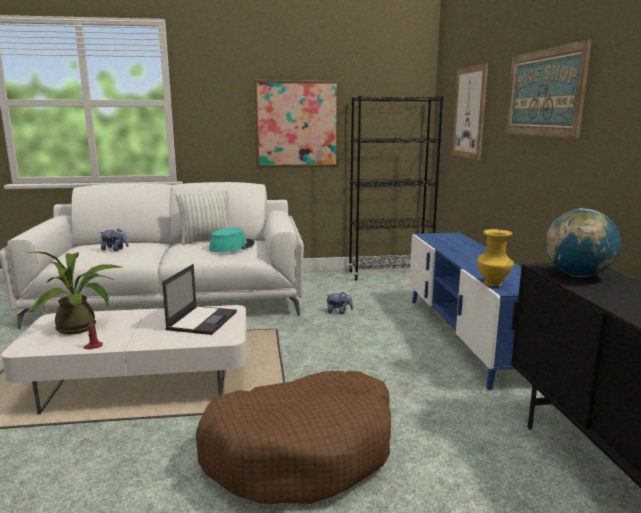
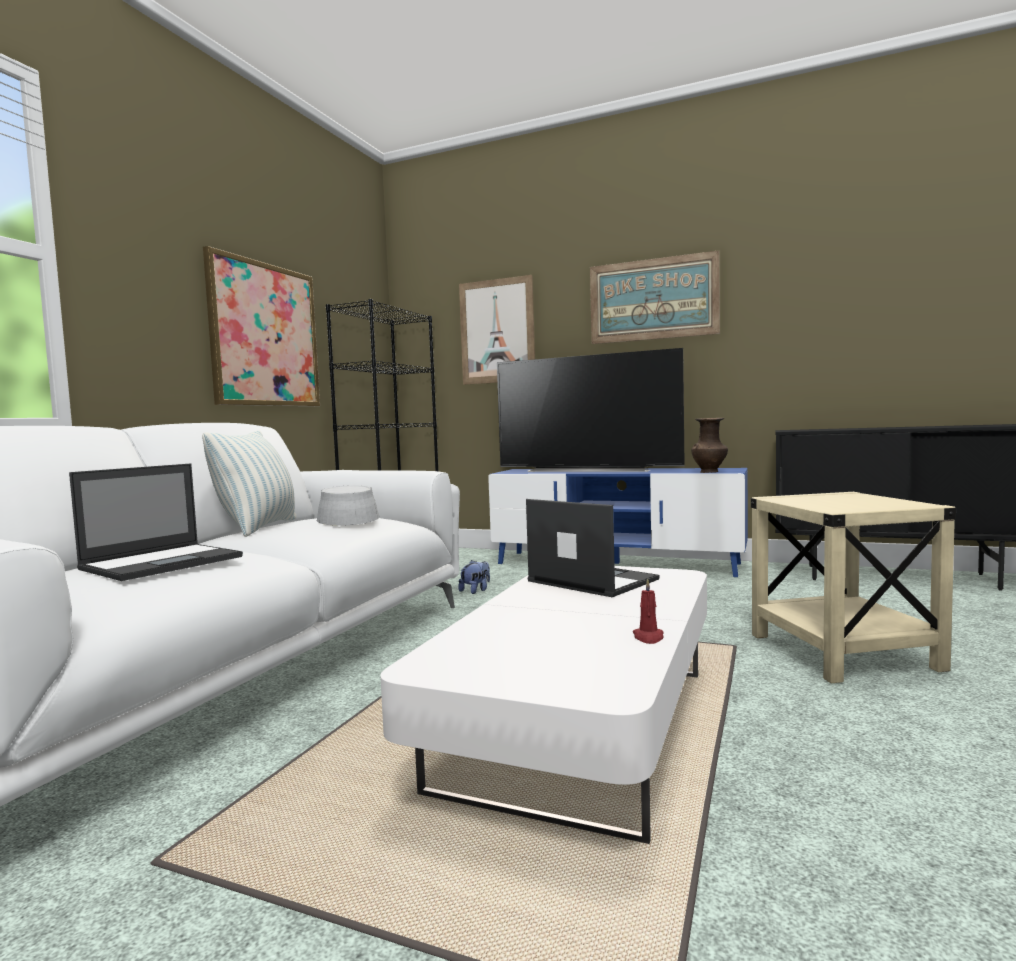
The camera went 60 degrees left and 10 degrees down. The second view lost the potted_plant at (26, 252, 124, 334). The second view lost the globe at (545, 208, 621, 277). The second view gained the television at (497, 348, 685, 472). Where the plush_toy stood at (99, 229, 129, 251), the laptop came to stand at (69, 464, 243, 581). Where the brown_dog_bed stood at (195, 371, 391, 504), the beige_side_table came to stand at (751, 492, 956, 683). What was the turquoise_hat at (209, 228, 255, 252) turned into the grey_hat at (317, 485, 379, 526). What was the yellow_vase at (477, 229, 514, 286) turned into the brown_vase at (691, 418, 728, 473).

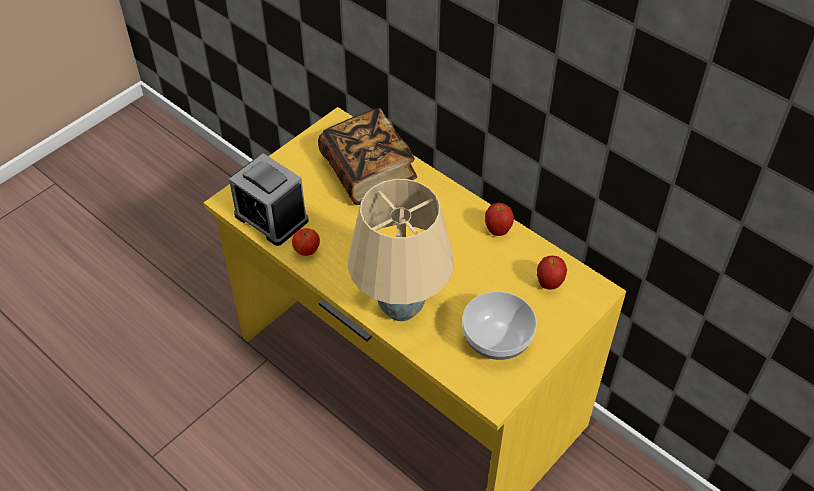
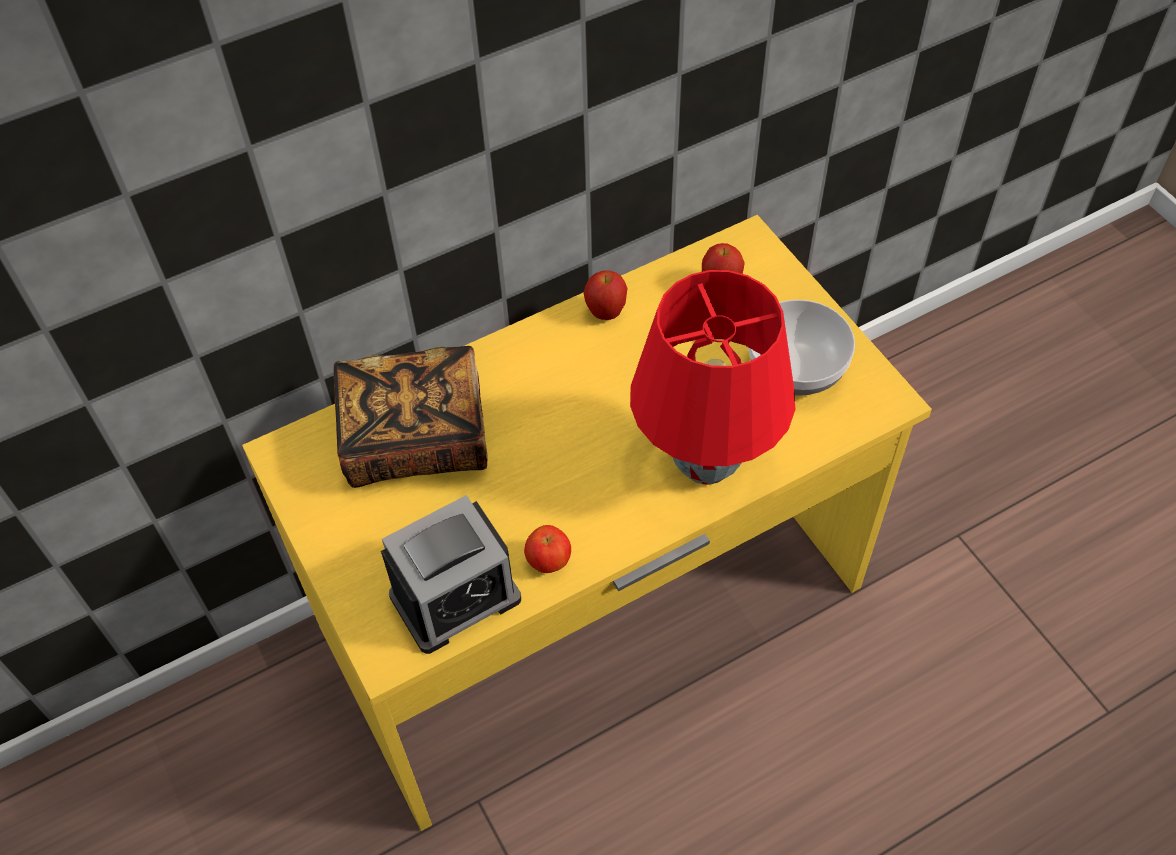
The camera went 70 degrees left and 5 degrees up. What was the beige_table_lamp at (347, 179, 454, 321) turned into the red_table_lamp at (630, 270, 795, 484).

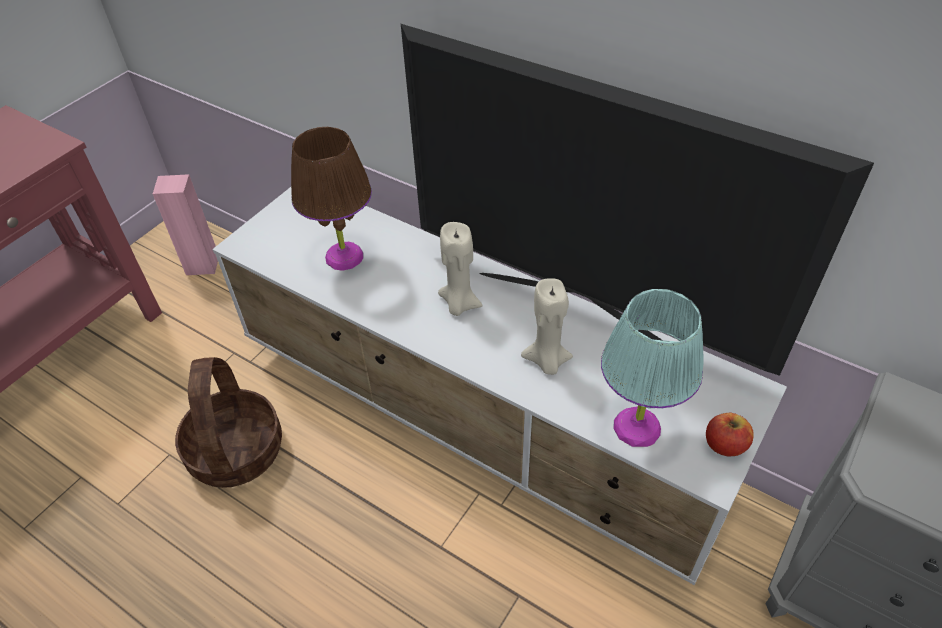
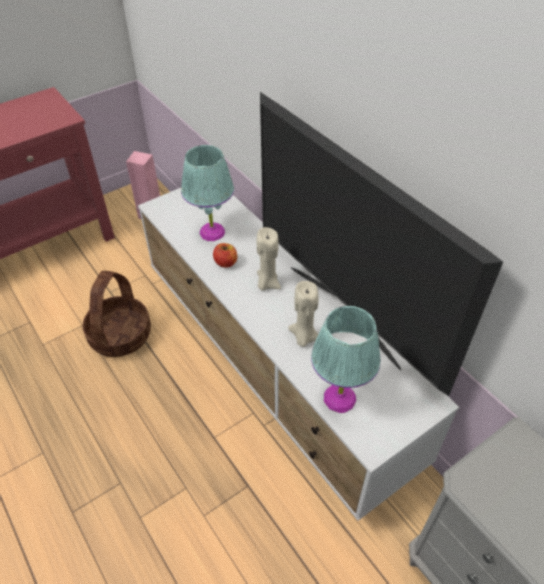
The camera went 20 degrees right and 0 degrees up. The apple ended up elsewhere, having gone from (706, 413, 754, 456) to (213, 243, 237, 268). What was the brown_table_lamp at (291, 127, 372, 271) turned into the turquoise_table_lamp at (181, 145, 234, 241).

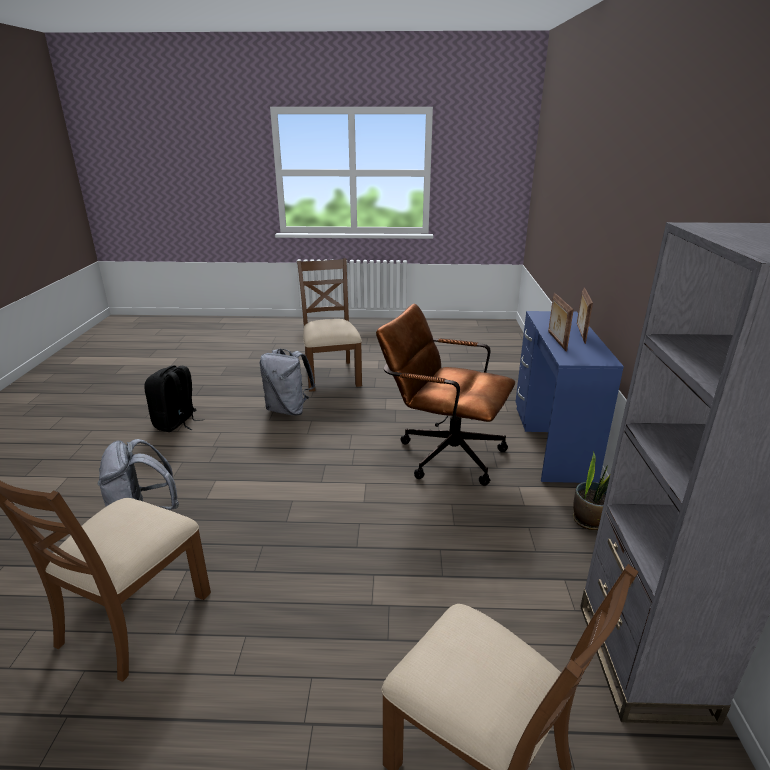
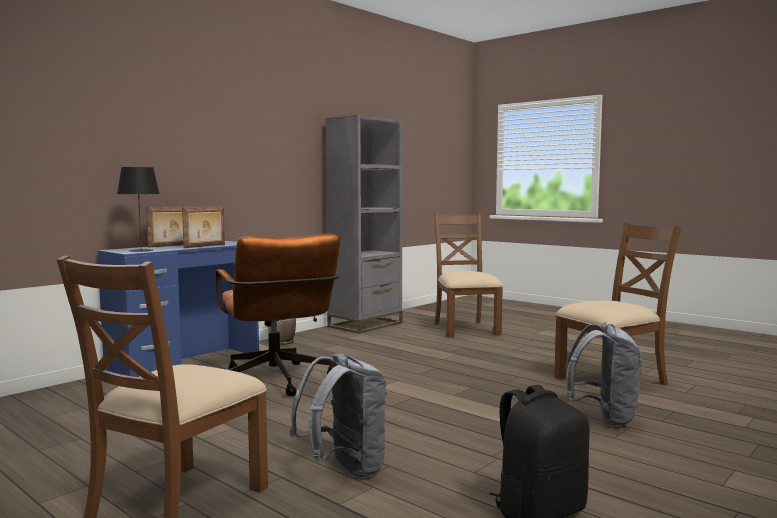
The camera went 140 degrees left and 20 degrees down. The second view gained the black_table_lamp at (117, 167, 160, 252).

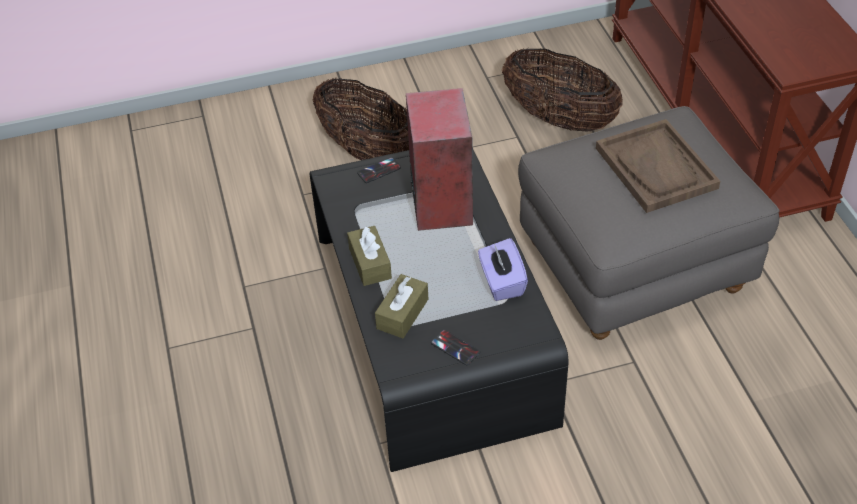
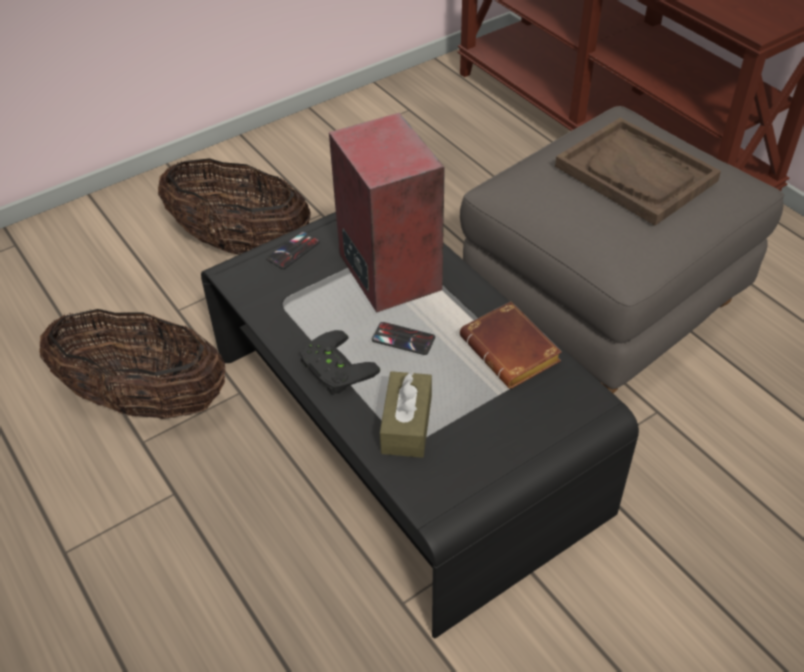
The camera went 20 degrees left and 0 degrees up. The phone ended up elsewhere, having gone from (431, 330, 480, 365) to (372, 322, 435, 355). The basket ended up elsewhere, having gone from (502, 48, 623, 132) to (39, 309, 226, 419). Where the brown_tissue_box stood at (347, 226, 392, 286), the black_game_controller came to stand at (300, 330, 380, 395). Where the purple_tissue_box stood at (478, 238, 528, 301), the brown_book came to stand at (460, 301, 562, 389).

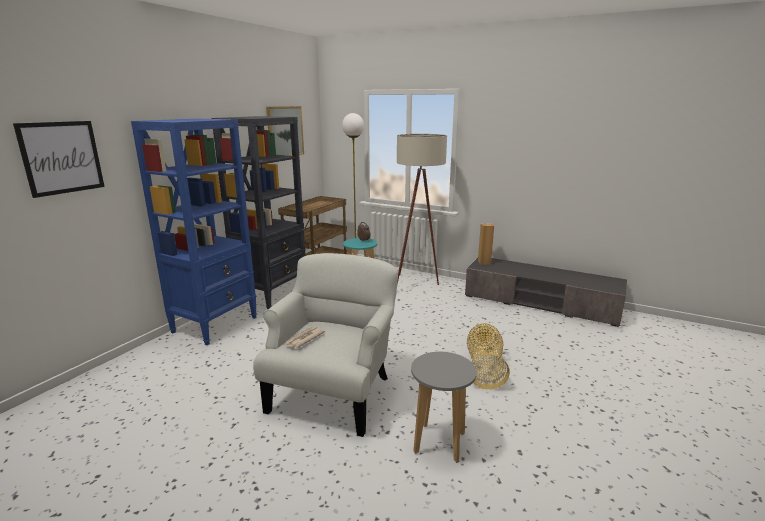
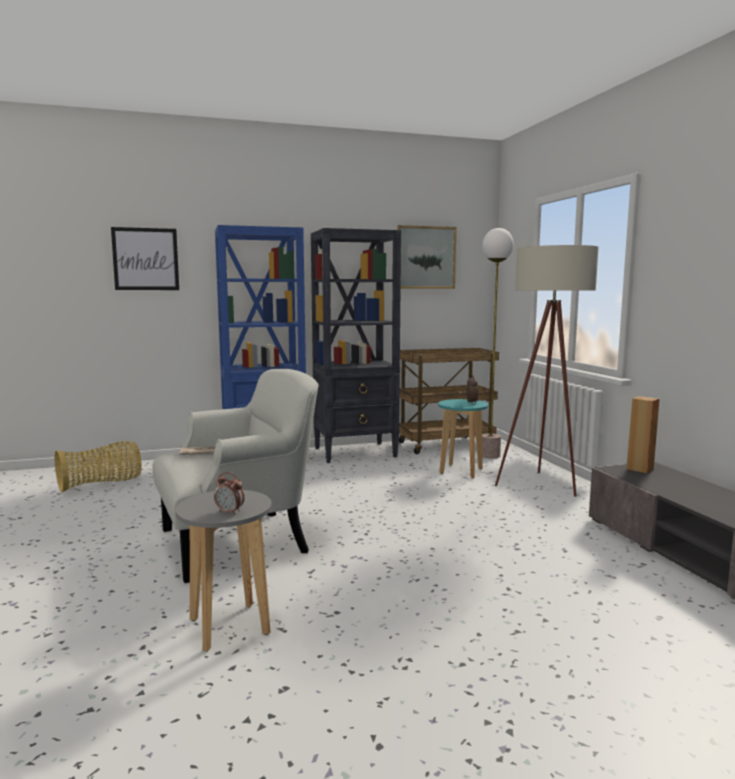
The camera went 45 degrees right and 10 degrees down. The second view gained the alarm_clock at (214, 472, 245, 515). The basket ended up elsewhere, having gone from (467, 323, 510, 389) to (55, 441, 142, 492).

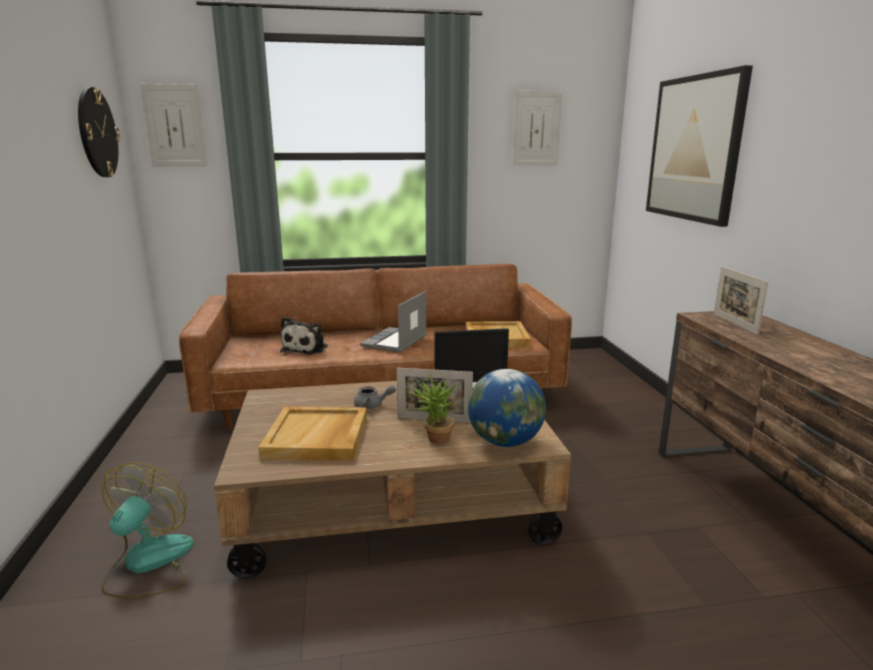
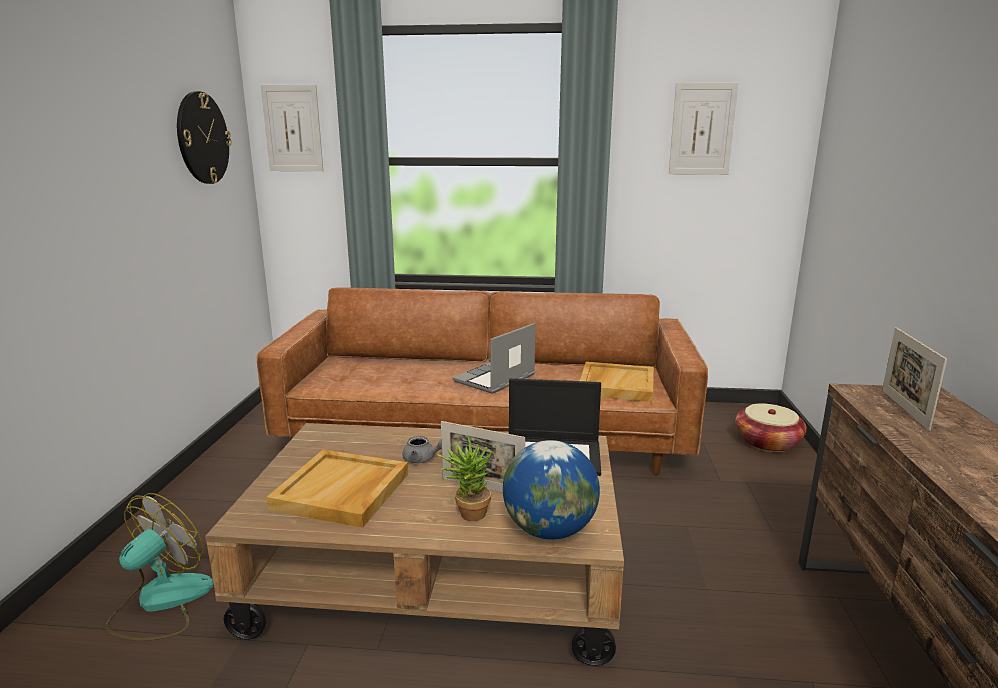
The camera went 15 degrees right and 0 degrees up. The second view lost the plush_toy at (280, 317, 328, 355). The second view lost the picture at (646, 65, 753, 227). The second view gained the basket at (735, 403, 807, 452).

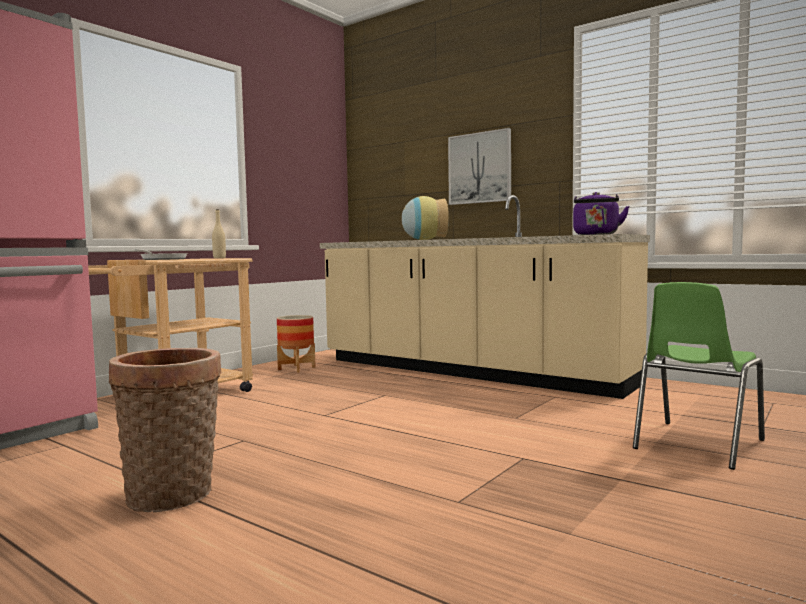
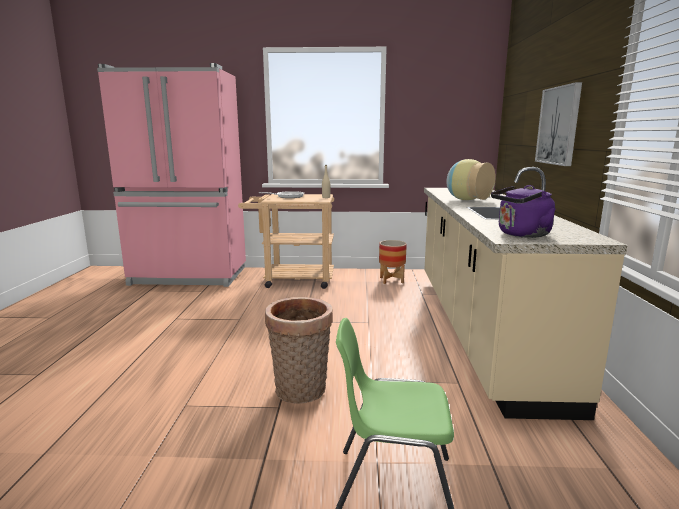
The camera went 55 degrees right and 10 degrees up. The basket ended up elsewhere, having gone from (109, 348, 221, 512) to (265, 297, 333, 404).

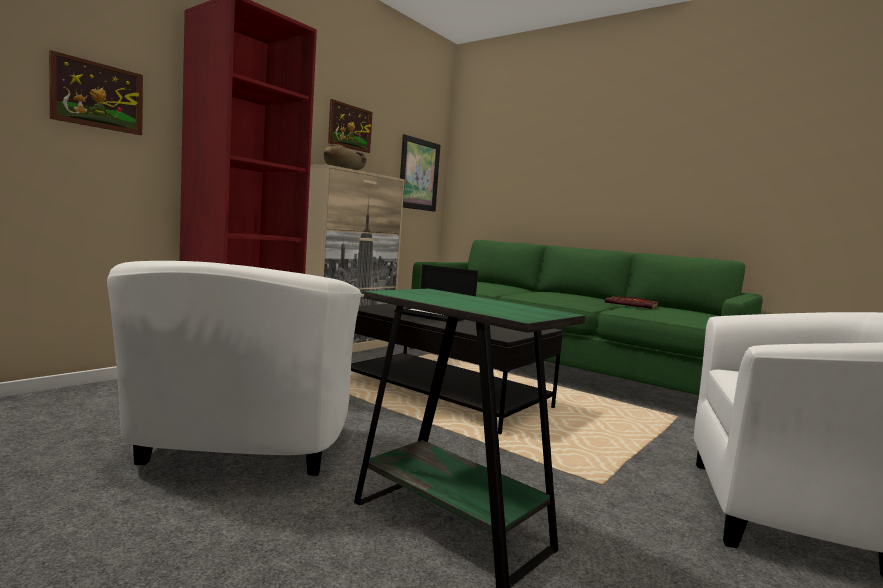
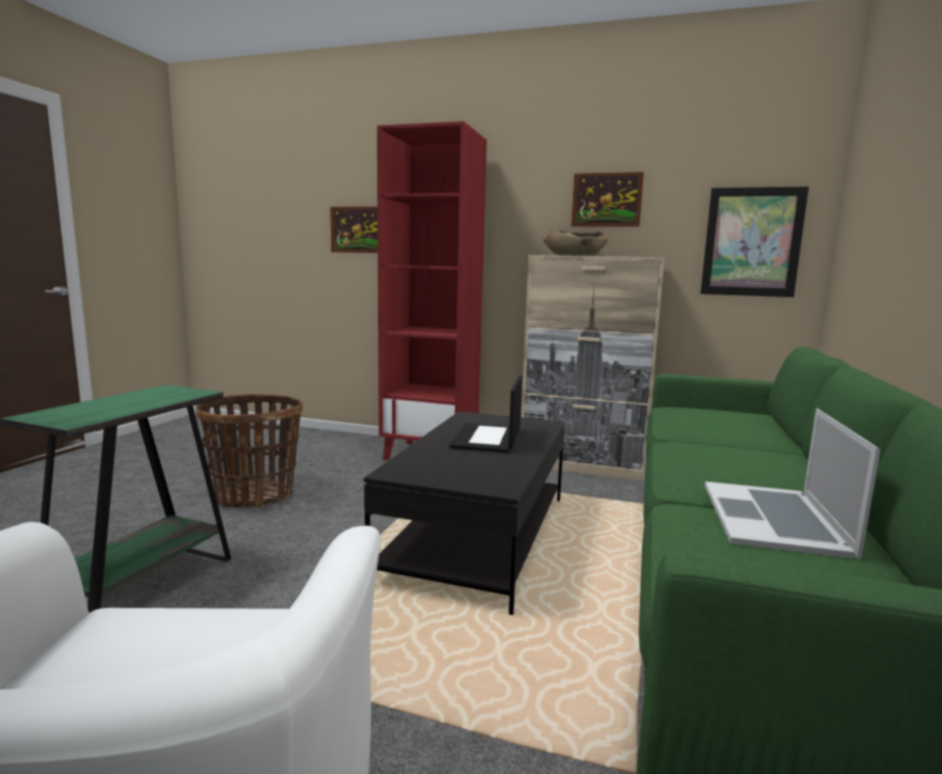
The camera went 70 degrees right and 5 degrees up. Where the white_armchair stood at (107, 261, 361, 476), the basket came to stand at (196, 394, 303, 509). Where the book stood at (605, 296, 659, 309), the laptop came to stand at (705, 408, 880, 559).

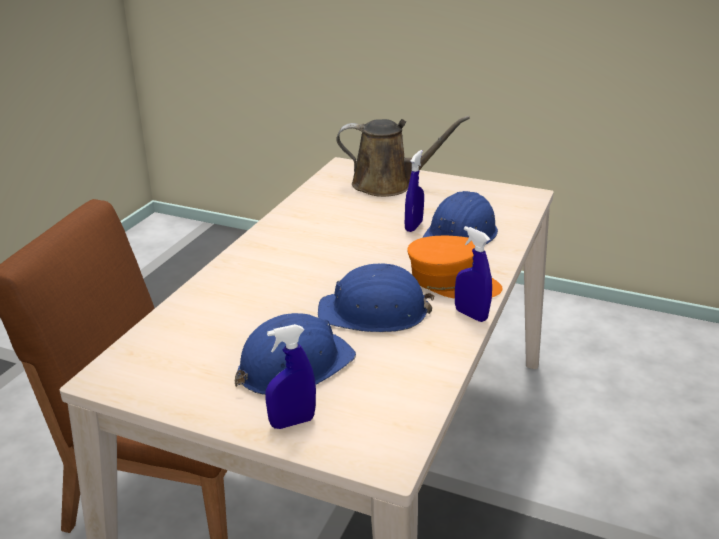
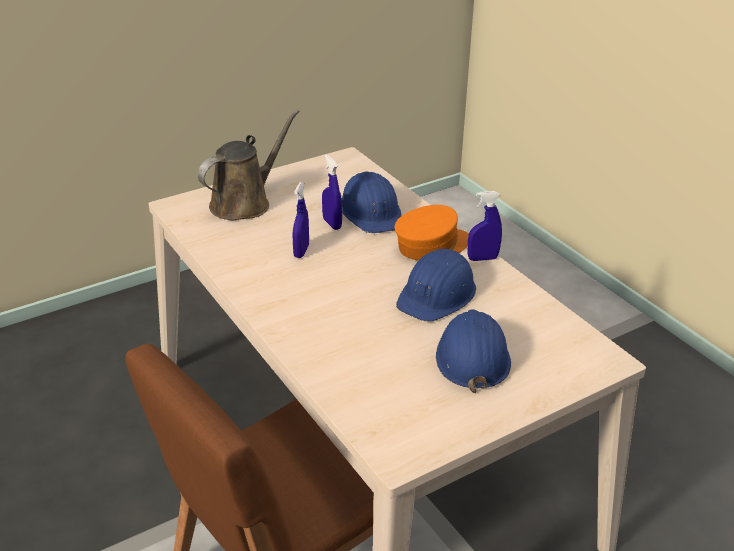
The camera went 55 degrees left and 5 degrees up. The blue_spray_bottle ended up elsewhere, having gone from (265, 324, 316, 429) to (293, 182, 309, 258).

